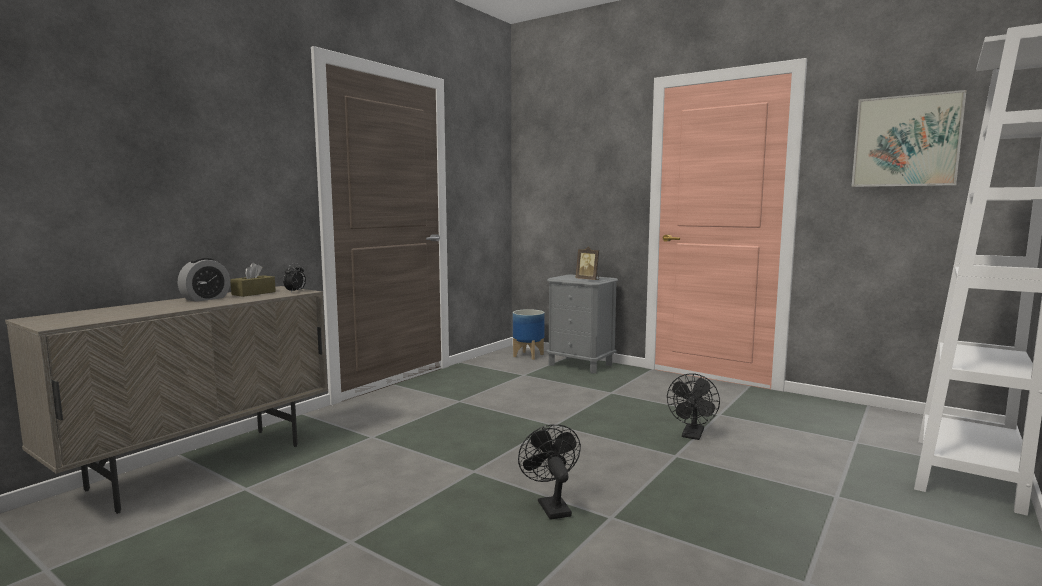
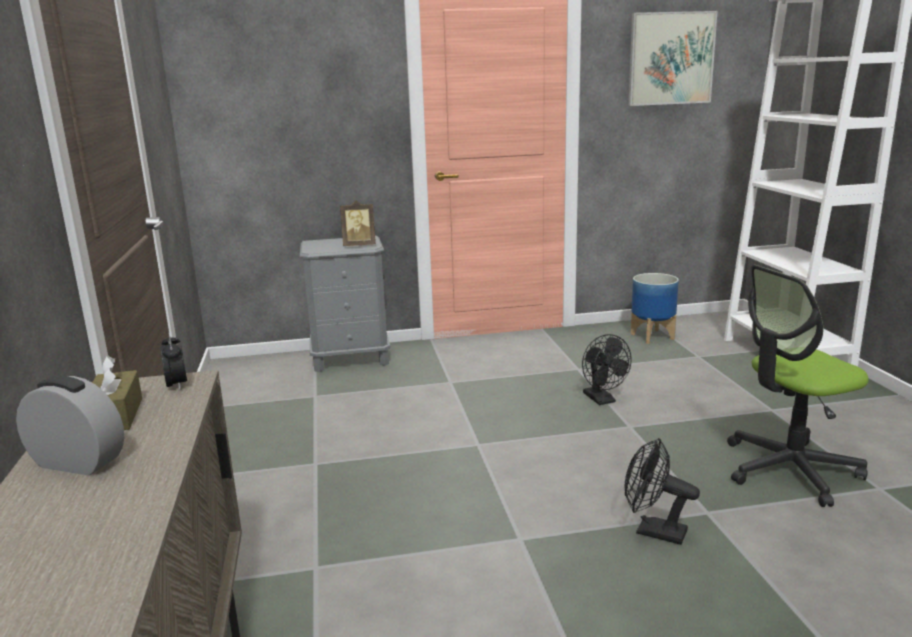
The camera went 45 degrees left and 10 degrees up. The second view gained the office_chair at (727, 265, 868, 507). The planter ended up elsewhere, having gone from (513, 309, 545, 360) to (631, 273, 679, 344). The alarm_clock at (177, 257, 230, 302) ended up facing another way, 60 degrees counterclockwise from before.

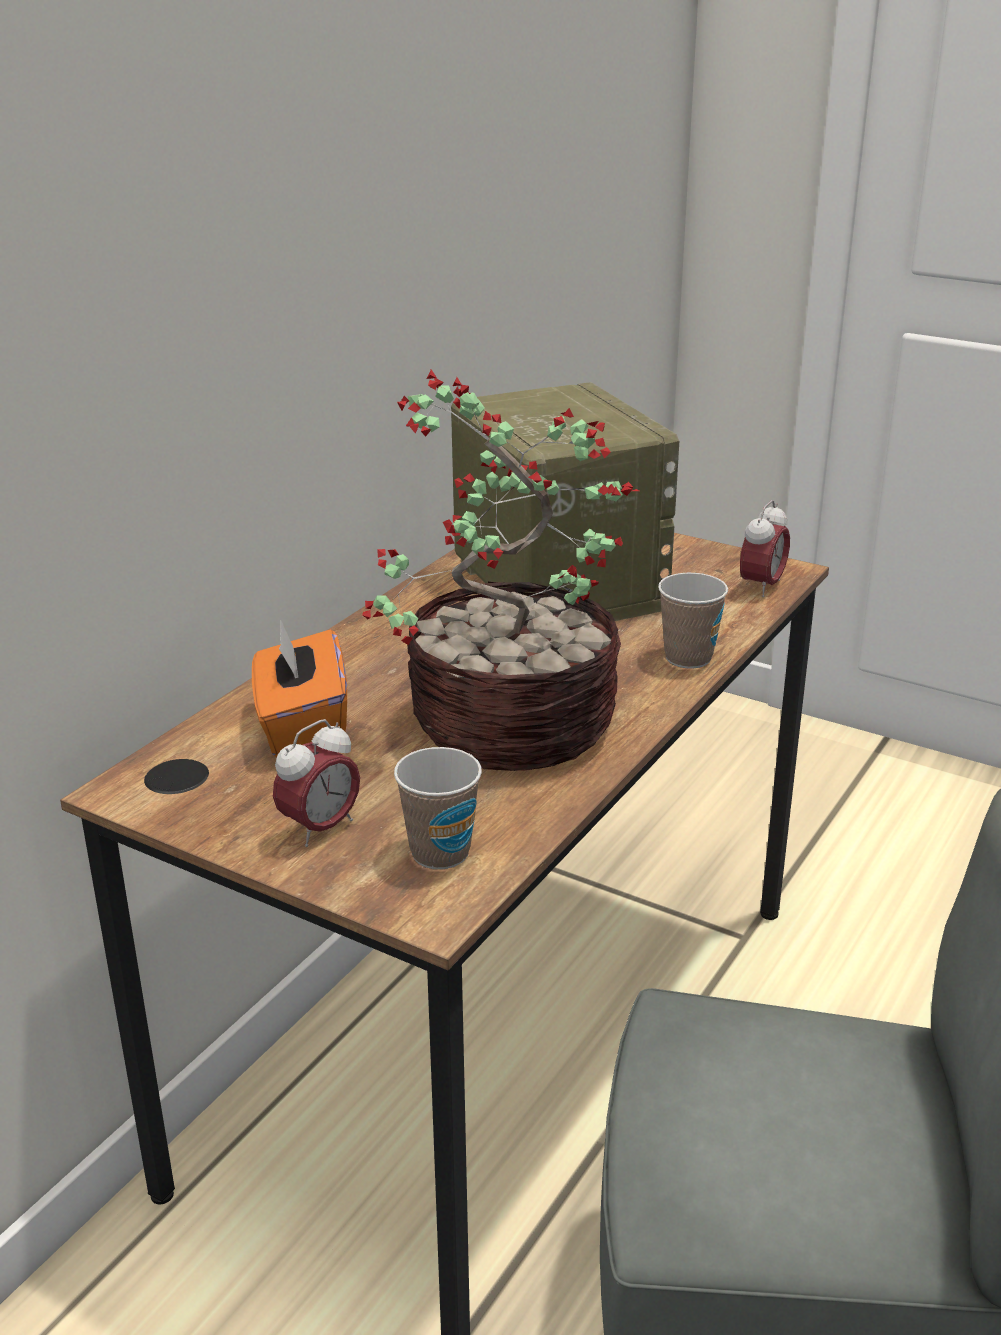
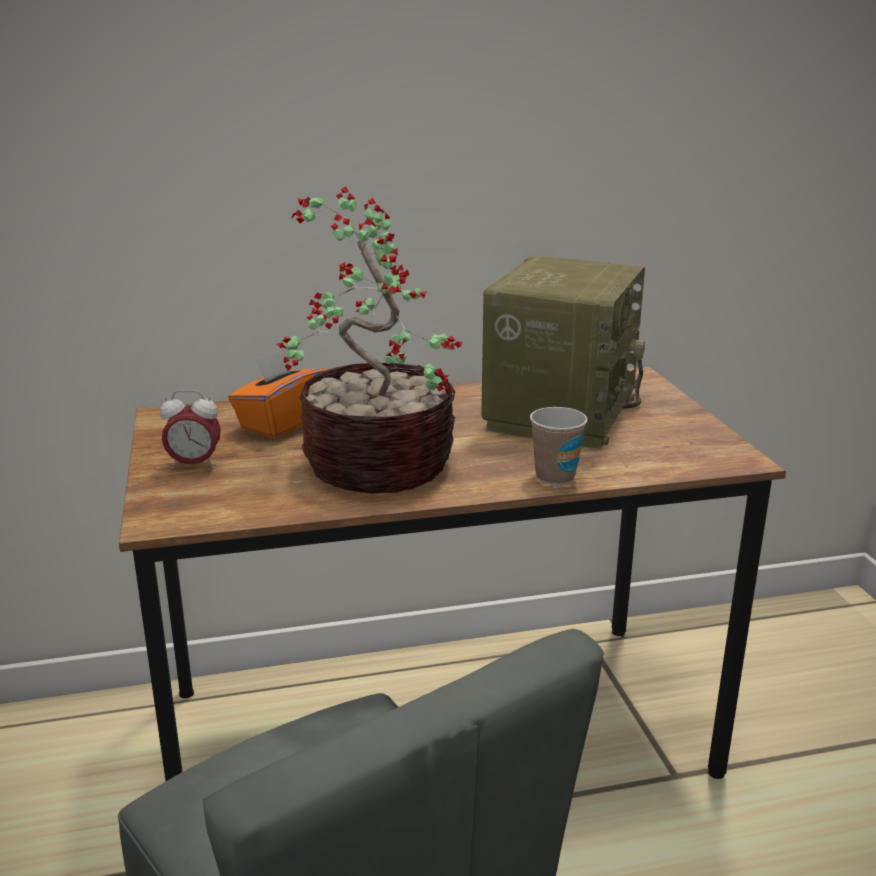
The camera went 45 degrees right and 5 degrees down. The second view lost the cup at (394, 747, 482, 869). The second view lost the alarm_clock at (740, 500, 790, 597).

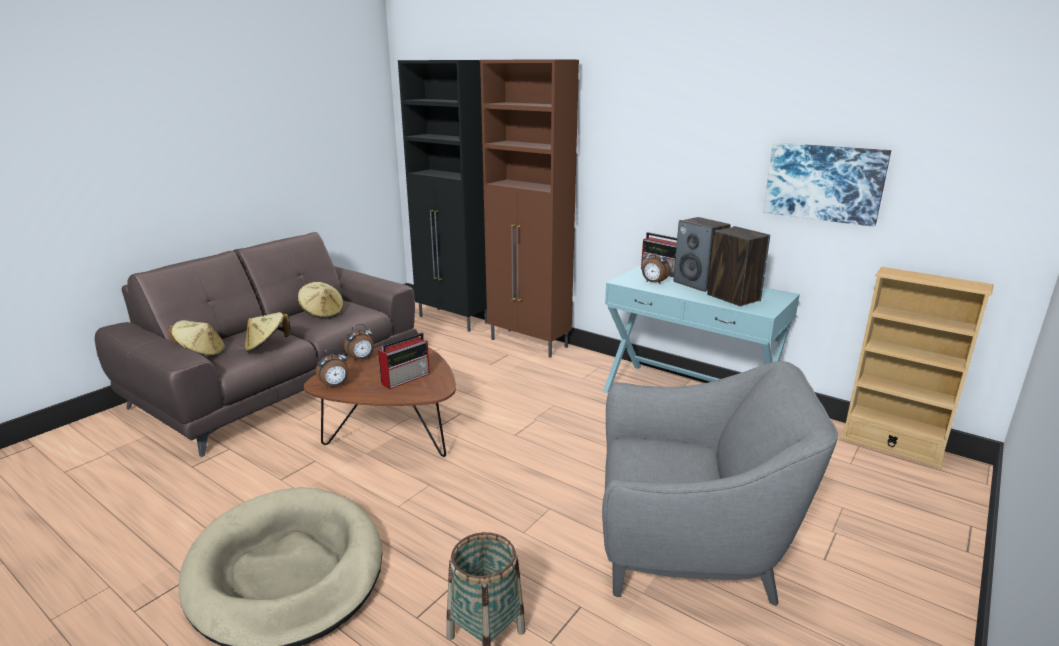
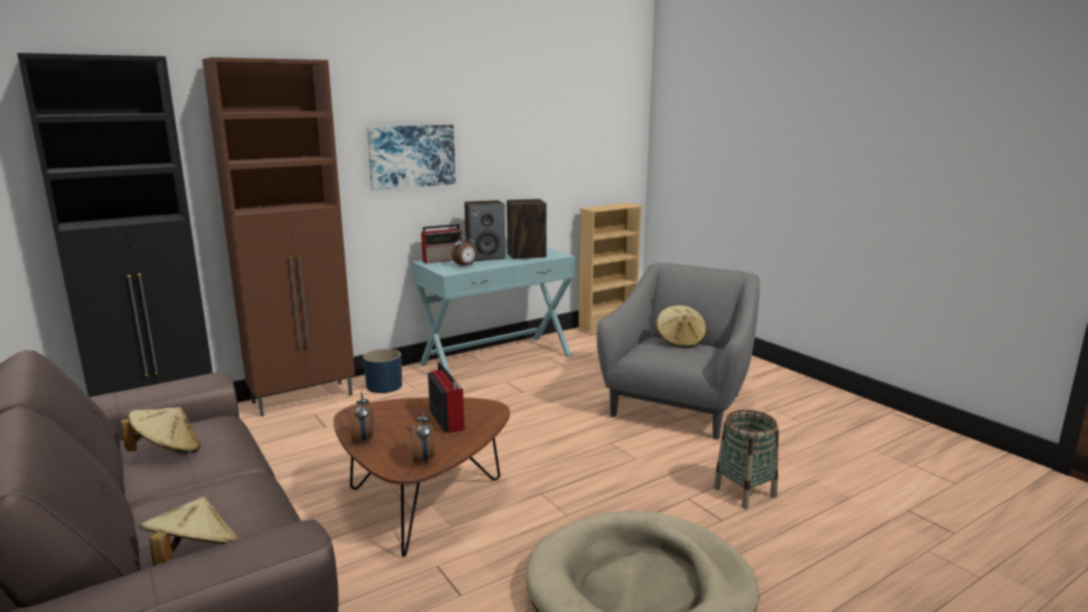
The camera went 70 degrees left and 5 degrees down. The second view gained the blue_planter at (363, 349, 402, 393). The beige_hat ended up elsewhere, having gone from (244, 312, 292, 353) to (656, 305, 707, 348). The picture ended up elsewhere, having gone from (763, 143, 891, 227) to (367, 125, 456, 190).

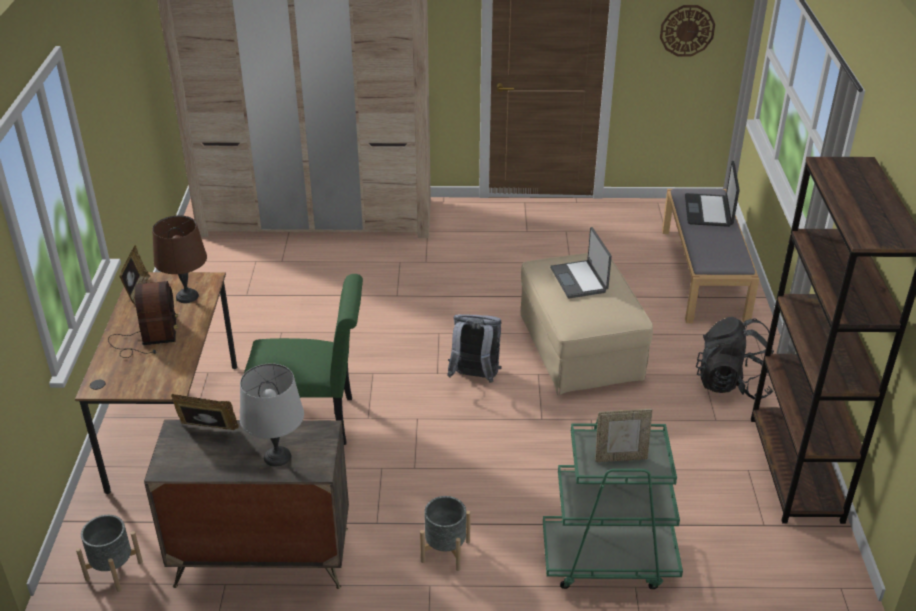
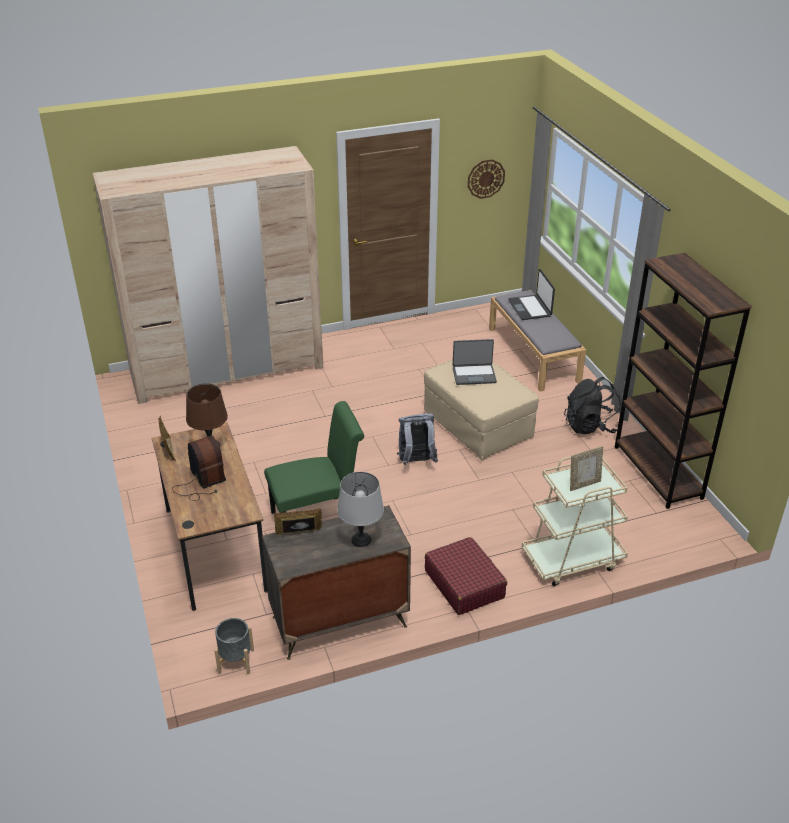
The camera went 20 degrees left and 0 degrees up. Where the grey_planter stood at (420, 496, 471, 571), the red_suitcase came to stand at (425, 537, 507, 615). What was the green_cart at (543, 418, 683, 589) turned into the beige_cart at (522, 456, 628, 586). The laptop at (550, 227, 612, 298) ended up facing another way, 60 degrees counterclockwise from before.

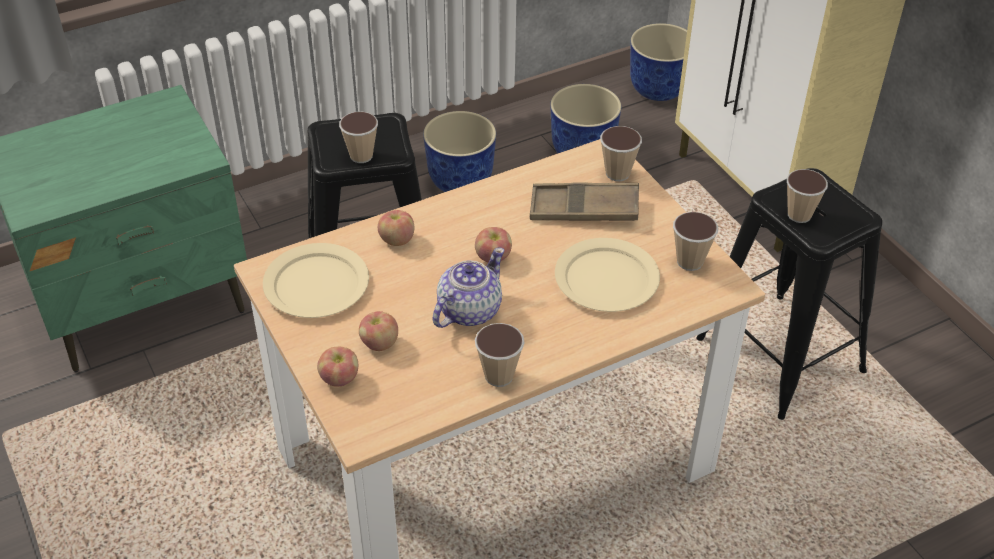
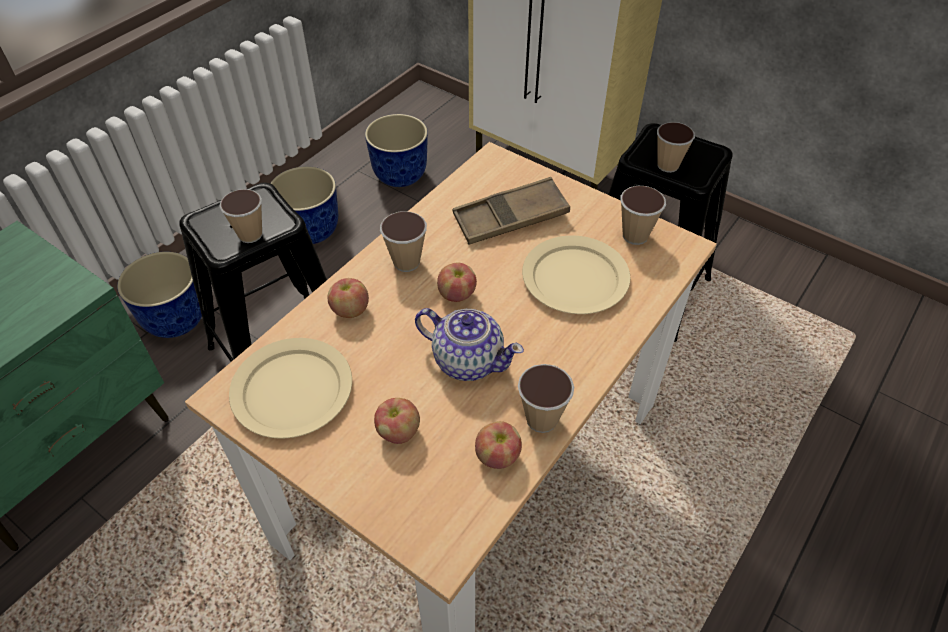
The camera went 25 degrees left and 5 degrees up. The apple ended up elsewhere, having gone from (317, 347, 358, 387) to (475, 421, 522, 469). The cup ended up elsewhere, having gone from (600, 126, 642, 181) to (380, 211, 427, 272). The planter ended up elsewhere, having gone from (630, 23, 687, 101) to (117, 252, 202, 338). The teapot at (433, 248, 504, 328) ended up facing another way, 105 degrees clockwise from before.

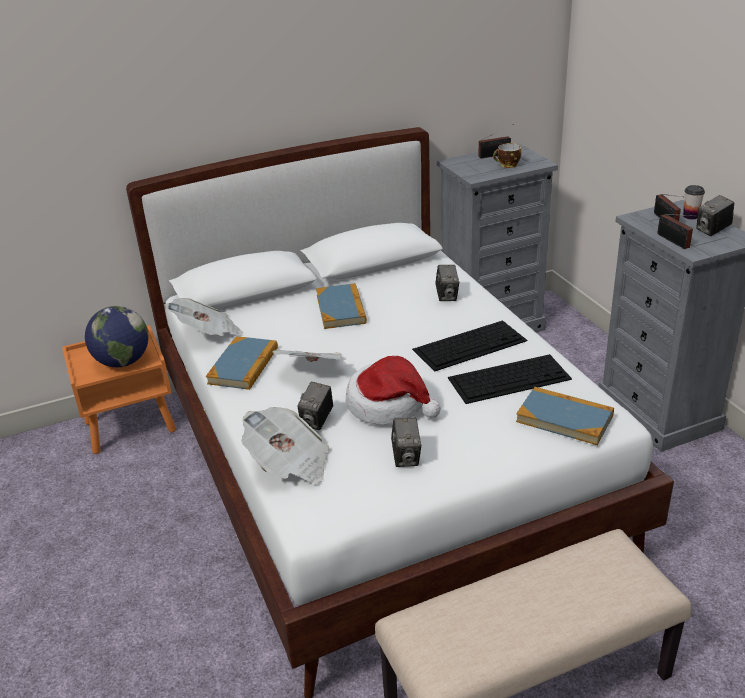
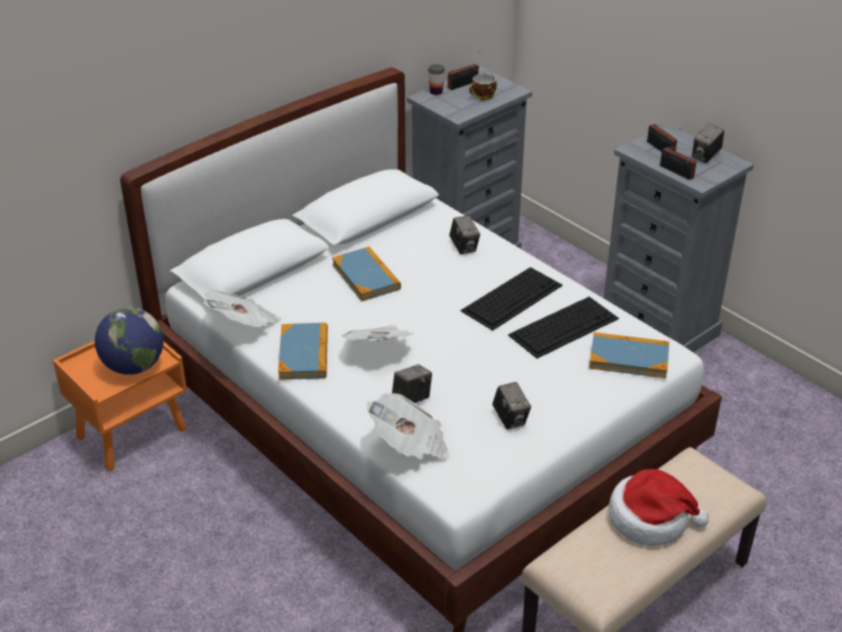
The camera went 20 degrees left and 5 degrees up. The hat ended up elsewhere, having gone from (346, 356, 441, 425) to (608, 469, 709, 546). The cup ended up elsewhere, having gone from (683, 185, 705, 220) to (428, 64, 445, 95). The photo_camera at (298, 382, 333, 430) ended up facing another way, 135 degrees counterclockwise from before.

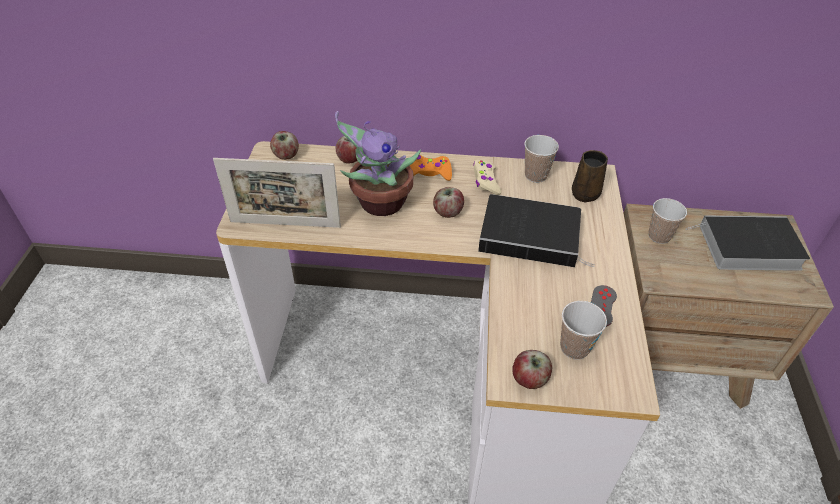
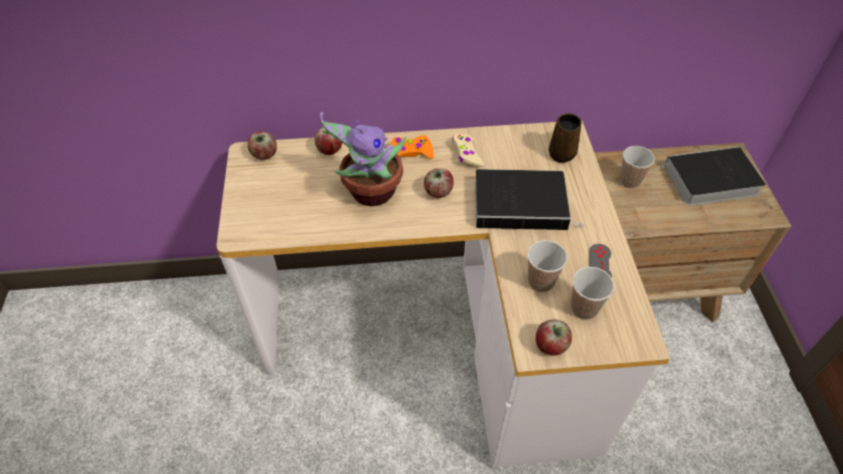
The camera went 10 degrees left and 5 degrees up. The second view lost the picture_frame at (213, 158, 341, 228). The cup ended up elsewhere, having gone from (524, 135, 559, 183) to (527, 240, 568, 292).

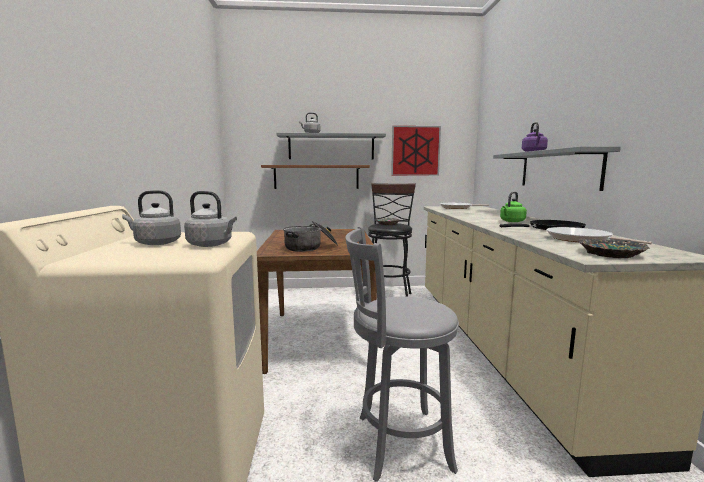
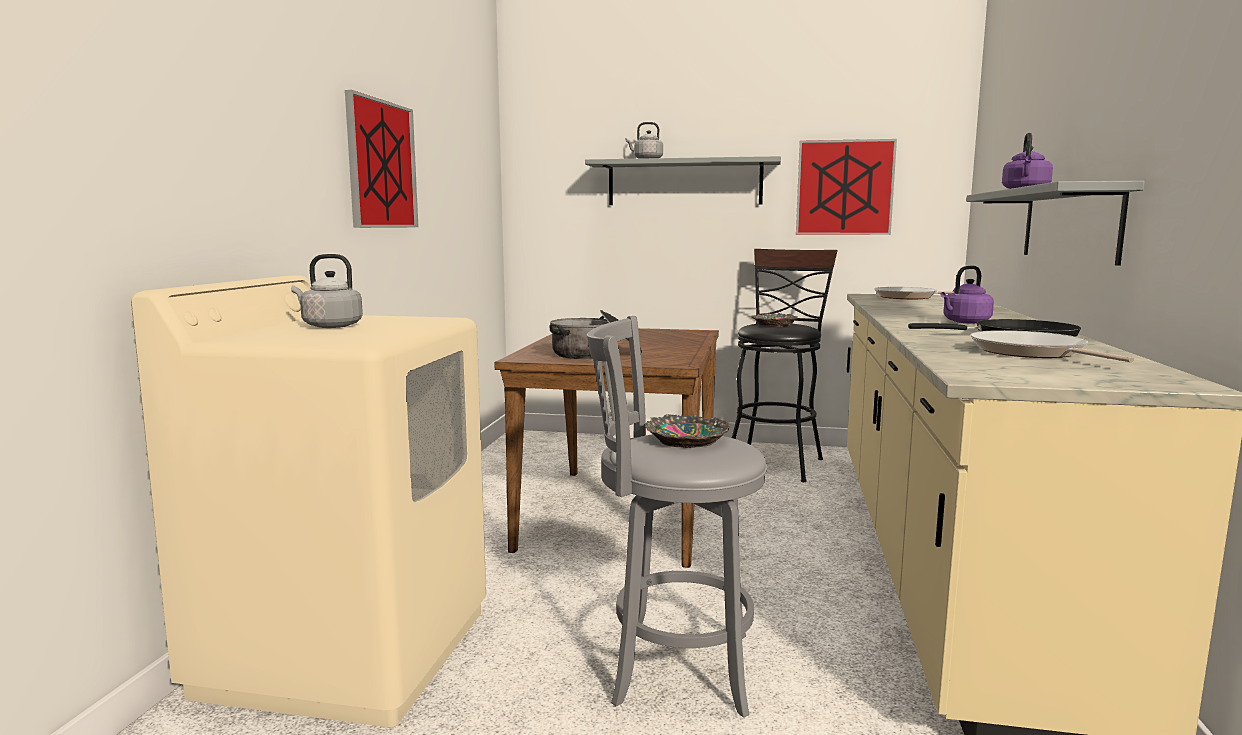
The camera went 15 degrees right and 0 degrees up. The second view lost the grey_kettle at (184, 191, 237, 247). The second view lost the brown_shelf at (261, 165, 370, 189). The second view gained the picture at (345, 90, 418, 228). The bowl ended up elsewhere, having gone from (579, 238, 650, 258) to (645, 414, 730, 448). What was the green_kettle at (500, 192, 527, 222) turned into the purple_kettle at (940, 266, 994, 323).

